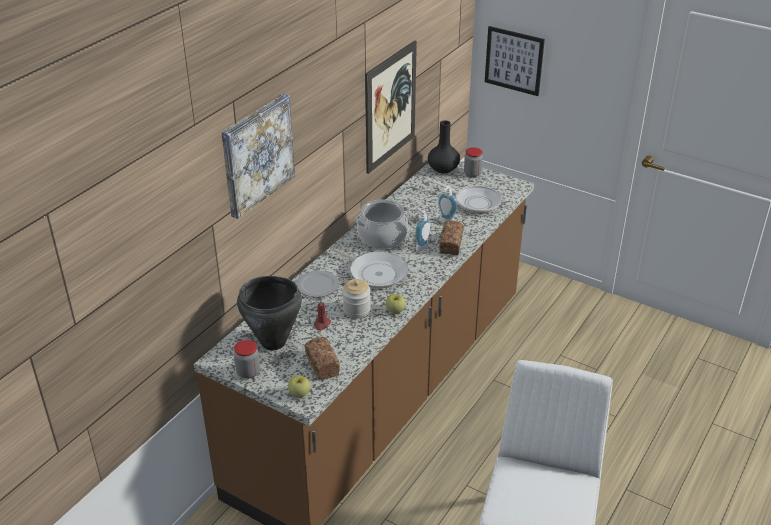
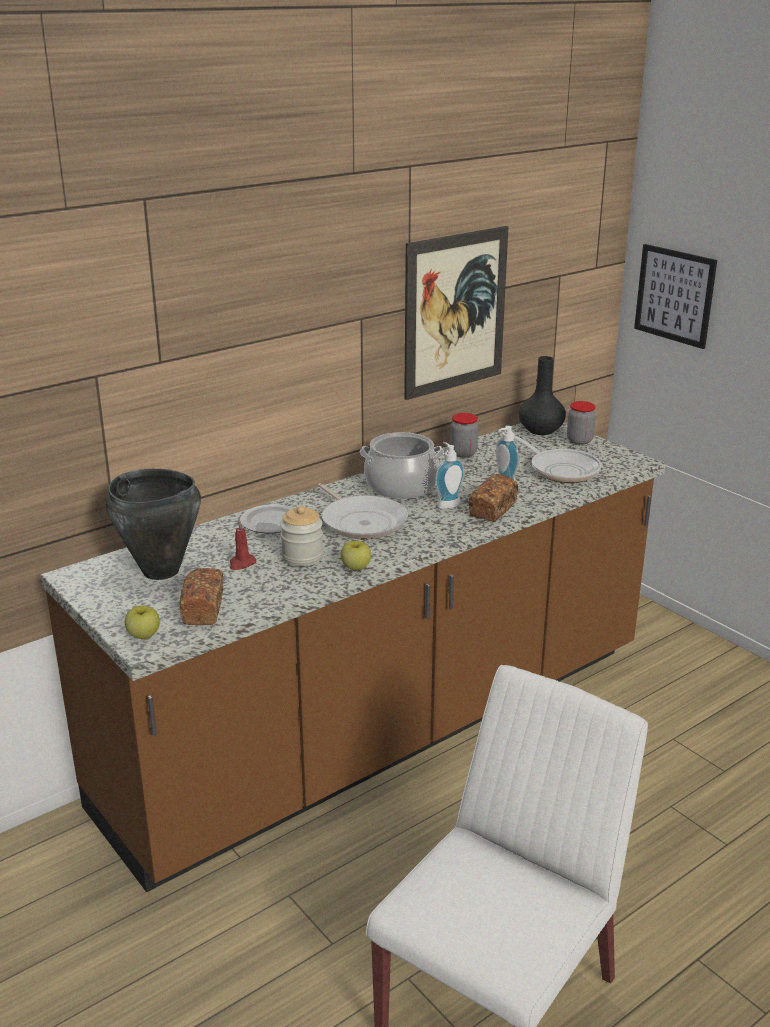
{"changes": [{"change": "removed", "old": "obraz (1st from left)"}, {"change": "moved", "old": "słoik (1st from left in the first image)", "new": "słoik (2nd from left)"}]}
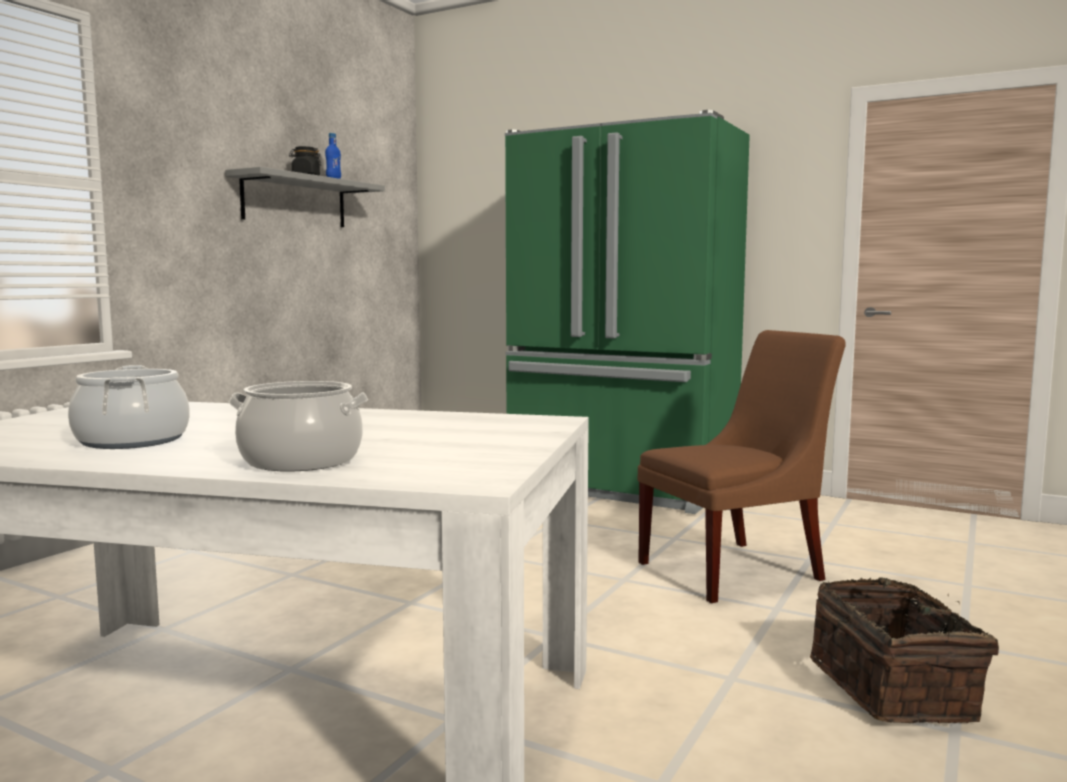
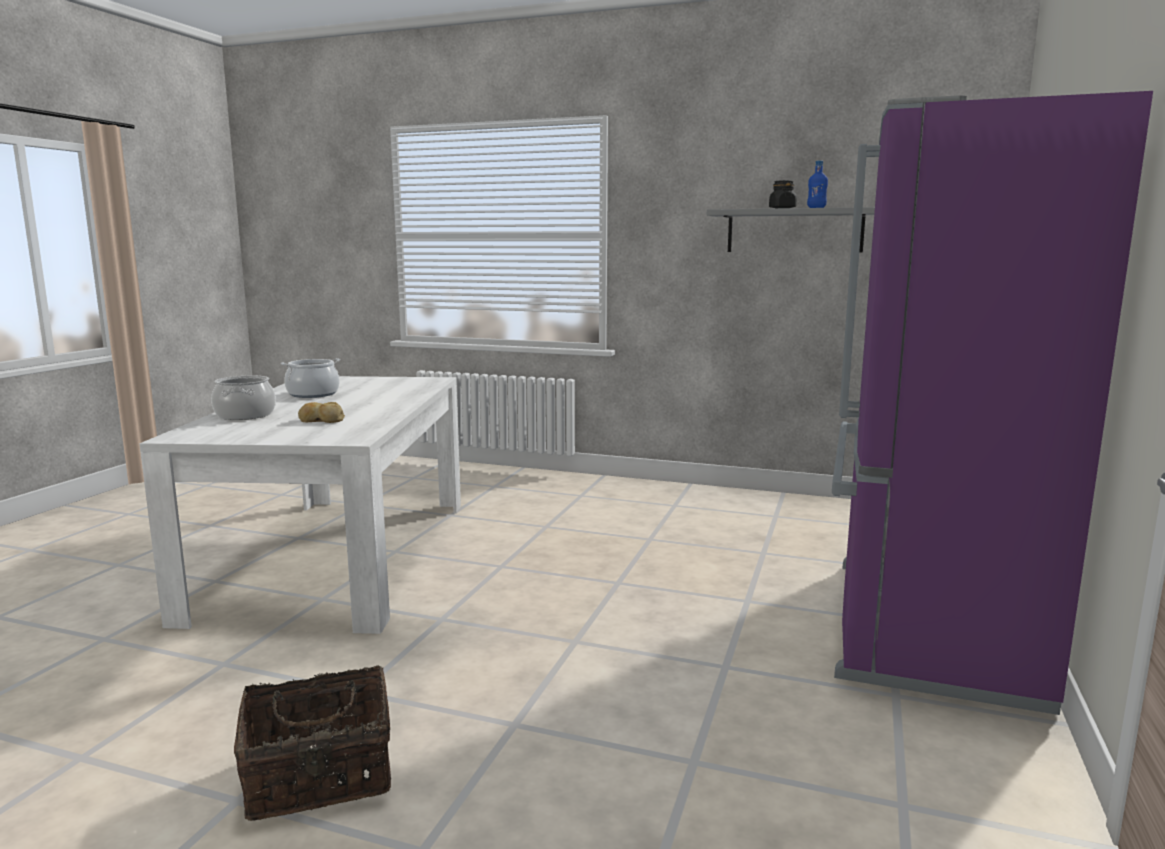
{"changes": [{"change": "recoloured", "old": "lodówka [zielony]", "new": "lodówka [fioletowy]"}, {"change": "removed", "old": "krzesło [brązowy]"}, {"change": "added", "new": "chleb"}]}
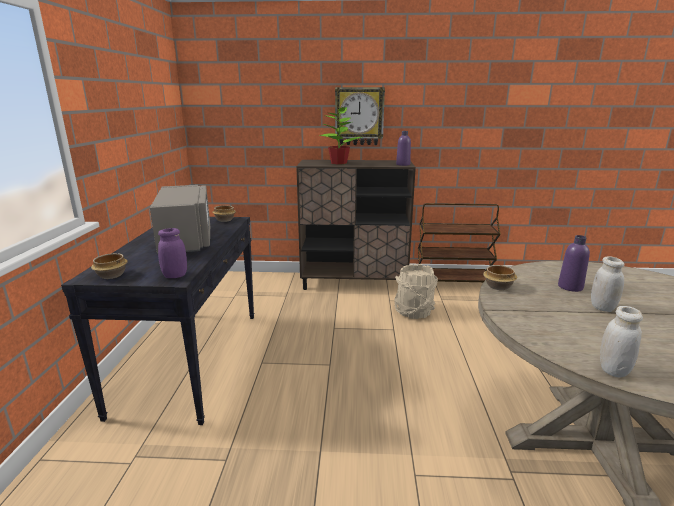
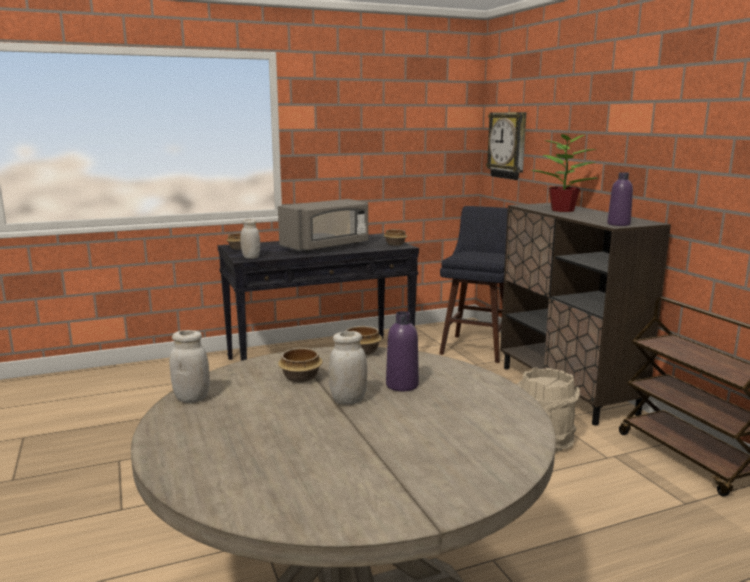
{"changes": [{"change": "moved", "old": "zegar ścienny"}, {"change": "recoloured", "old": "słoik [fioletowy]", "new": "słoik [biały] (2nd from left)"}, {"change": "added", "new": "stołek [niebieski]"}, {"change": "added", "new": "miska (2nd from left)"}]}
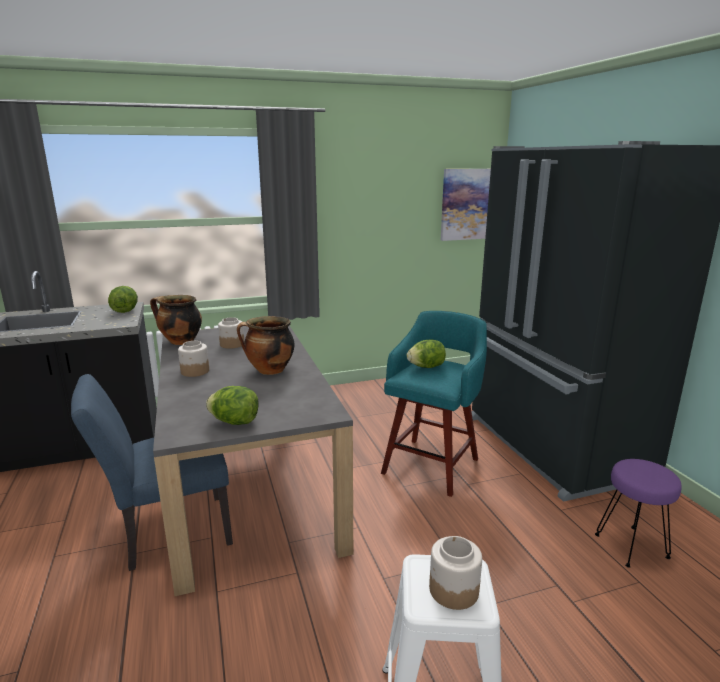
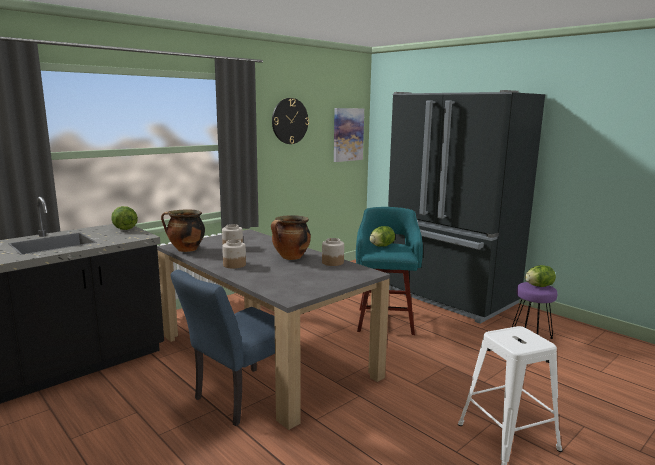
{"changes": [{"change": "moved", "old": "sałata (2nd from left in the first image)", "new": "sałata (3rd from left)"}, {"change": "moved", "old": "słoik (3rd from left)"}, {"change": "added", "new": "zegar ścienny"}]}
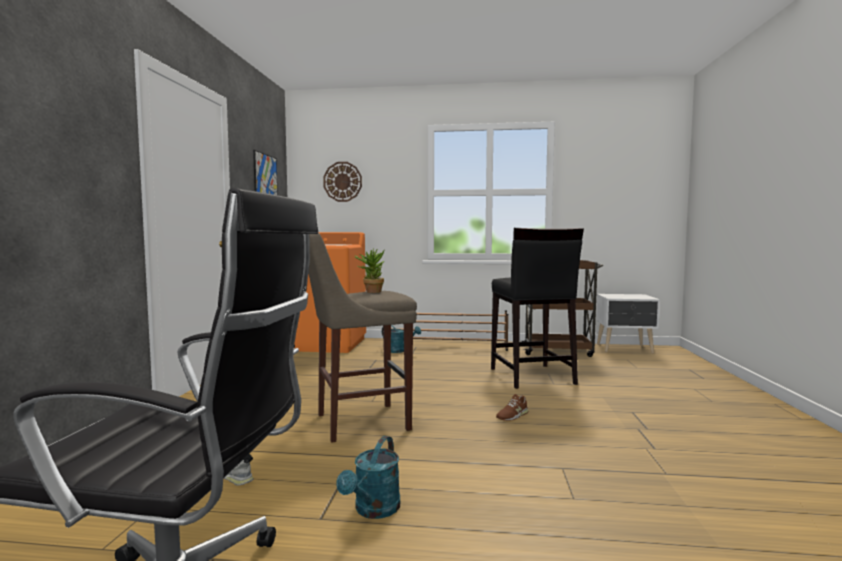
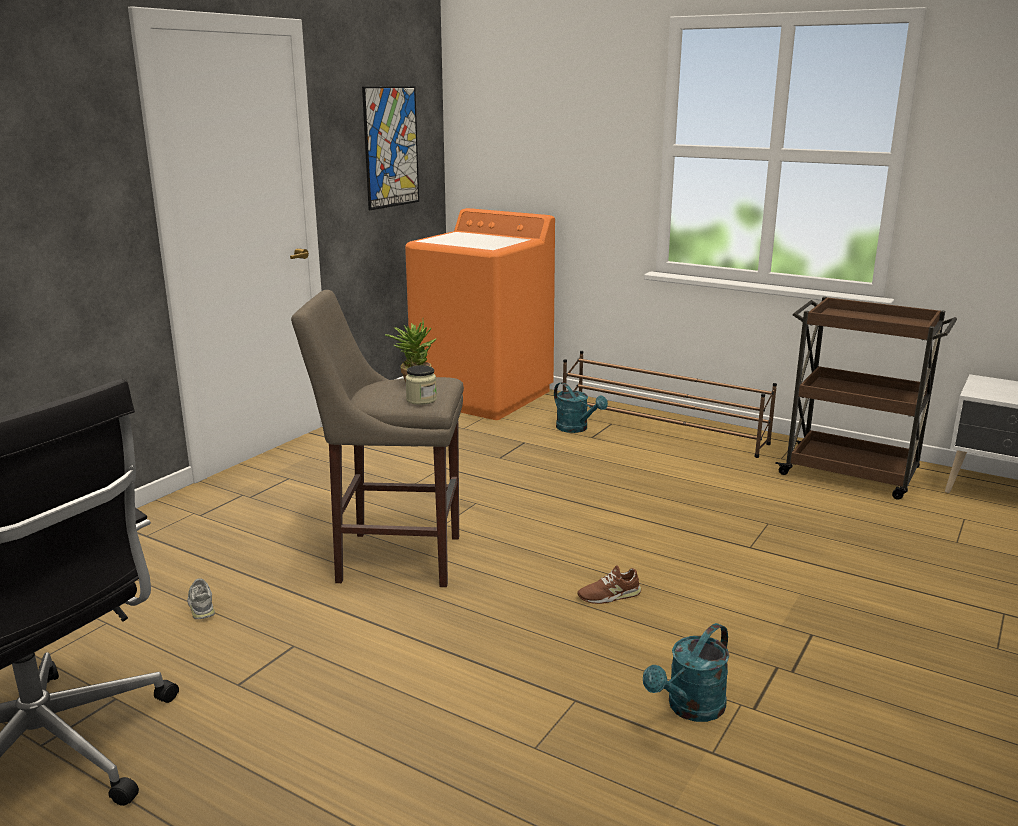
{"changes": [{"change": "removed", "old": "zegar ścienny"}, {"change": "removed", "old": "stołek [czarny]"}, {"change": "moved", "old": "konewka [turkusowy] (1st from left in the first image)", "new": "konewka [turkusowy] (2nd from left)"}, {"change": "added", "new": "słoik"}]}
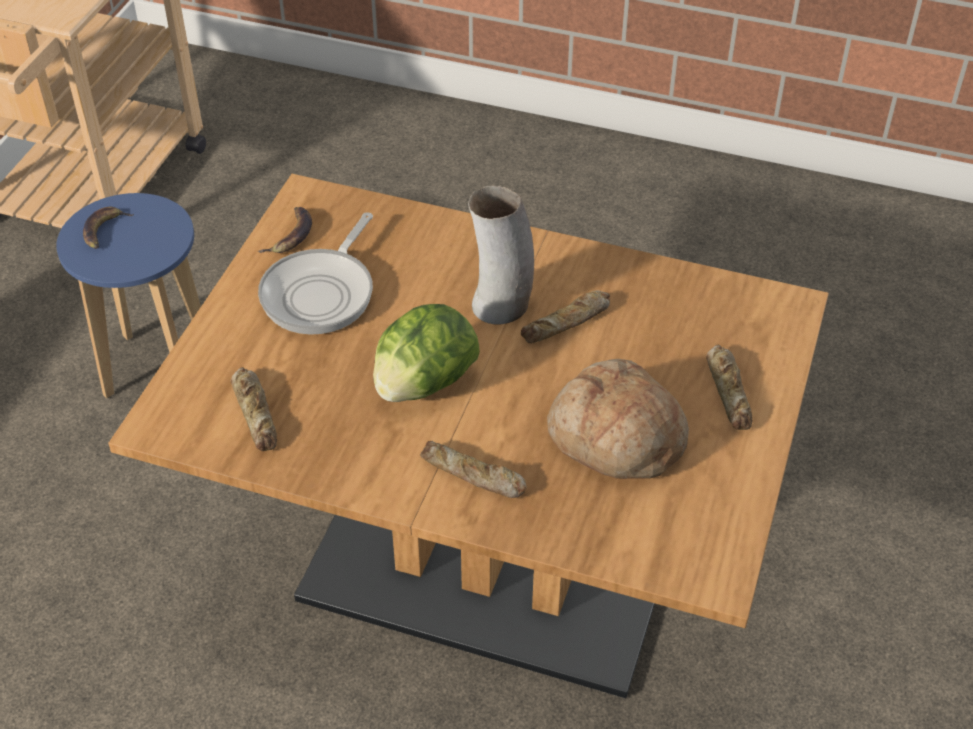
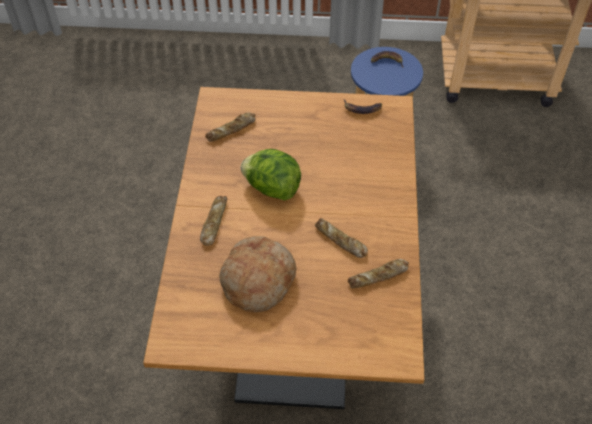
{"changes": [{"change": "removed", "old": "wazon"}, {"change": "removed", "old": "patelnia"}, {"change": "moved", "old": "chleb (5th from left)"}]}
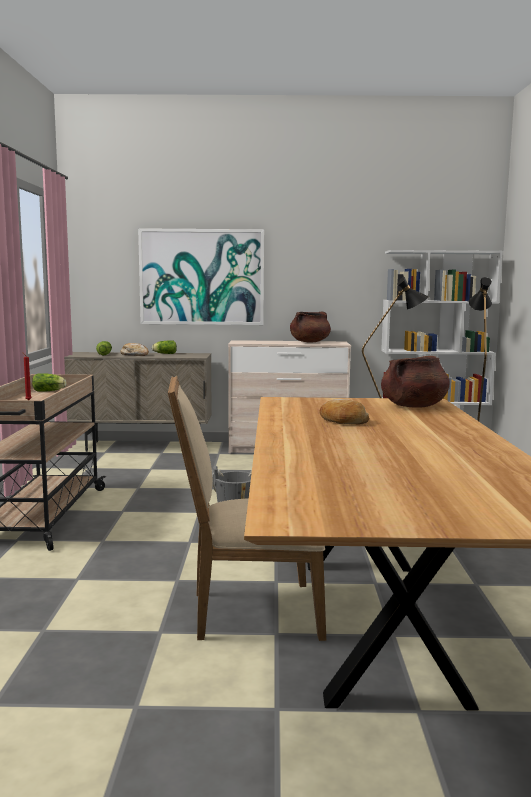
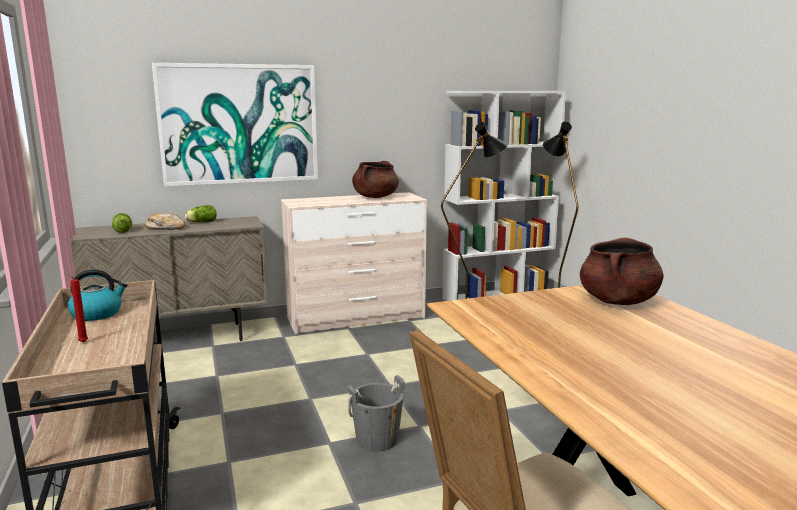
{"changes": [{"change": "replaced", "old": "sałata (1st from left)", "new": "czajnik"}, {"change": "removed", "old": "chleb (2nd from left)"}]}
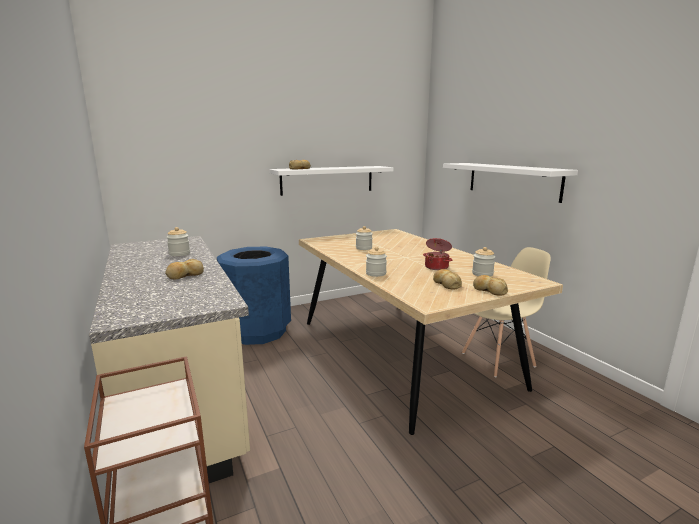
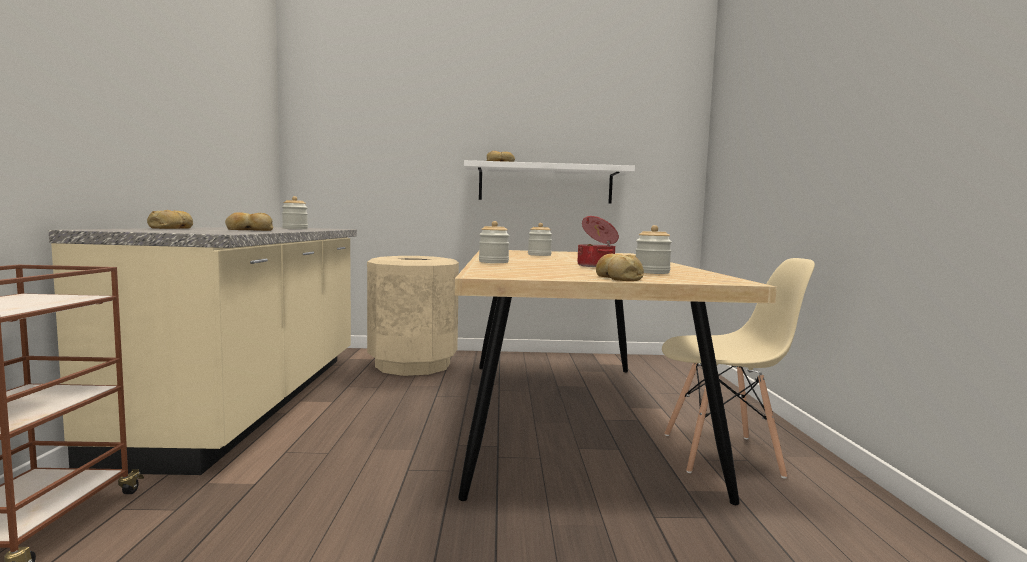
{"changes": [{"change": "removed", "old": "półka [biały] (2nd from left)"}, {"change": "recoloured", "old": "kosz na śmieci [niebieski]", "new": "kosz na śmieci [beżowy]"}, {"change": "moved", "old": "chleb (3rd from left in the first image)", "new": "chleb (1st from left)"}]}
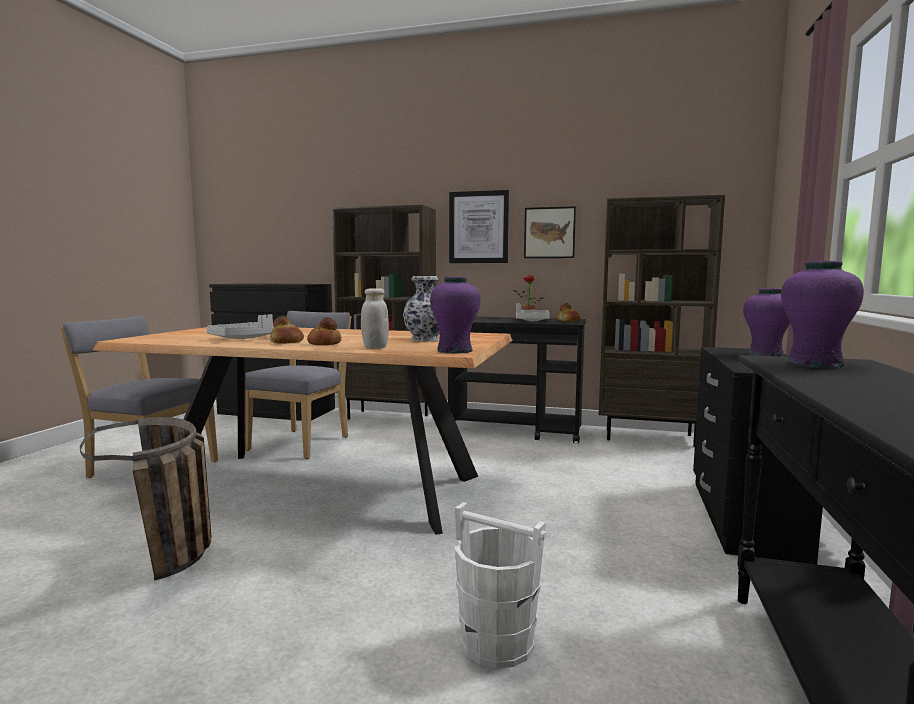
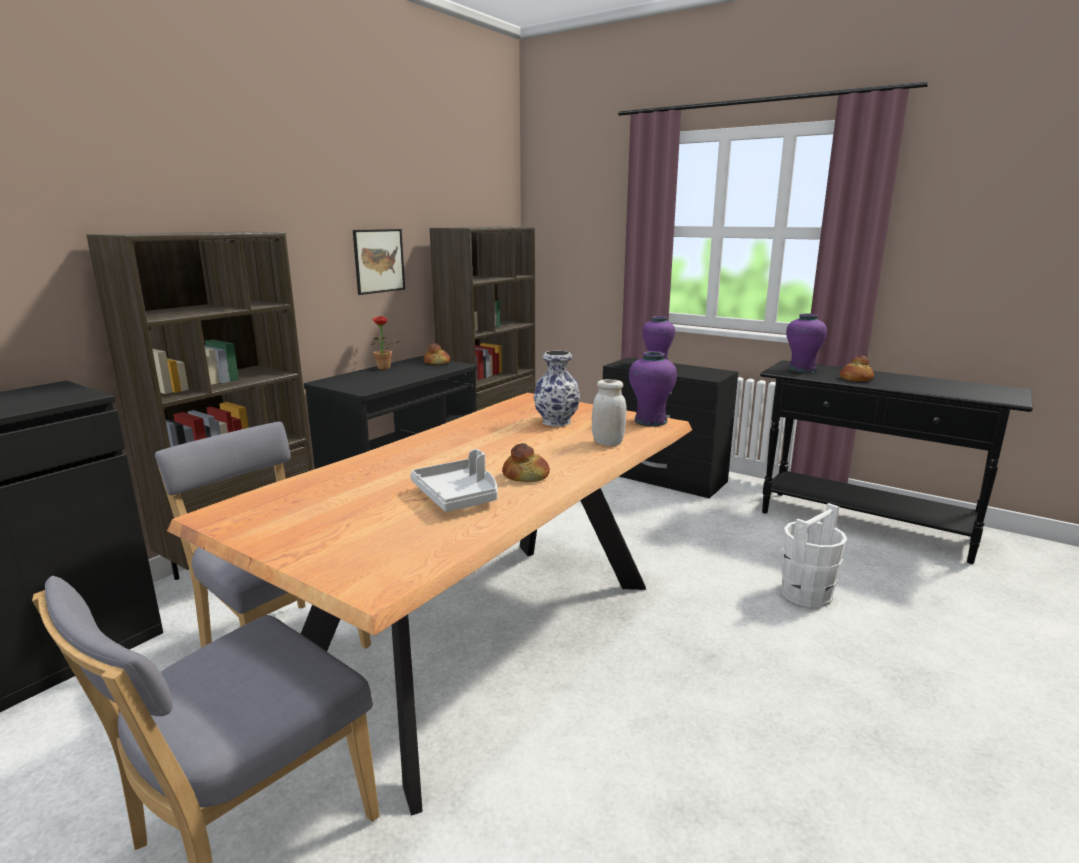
{"changes": [{"change": "removed", "old": "obraz (1st from left)"}, {"change": "removed", "old": "taca [szary] (2nd from left)"}, {"change": "moved", "old": "chleb (2nd from left in the first image)", "new": "chleb (3rd from left)"}, {"change": "removed", "old": "koszyk"}]}
